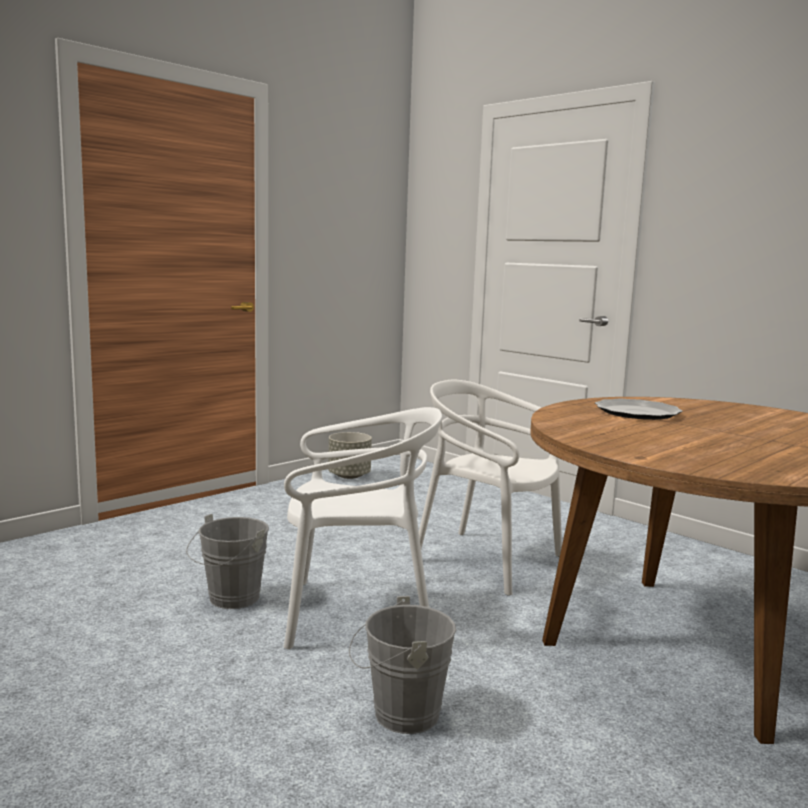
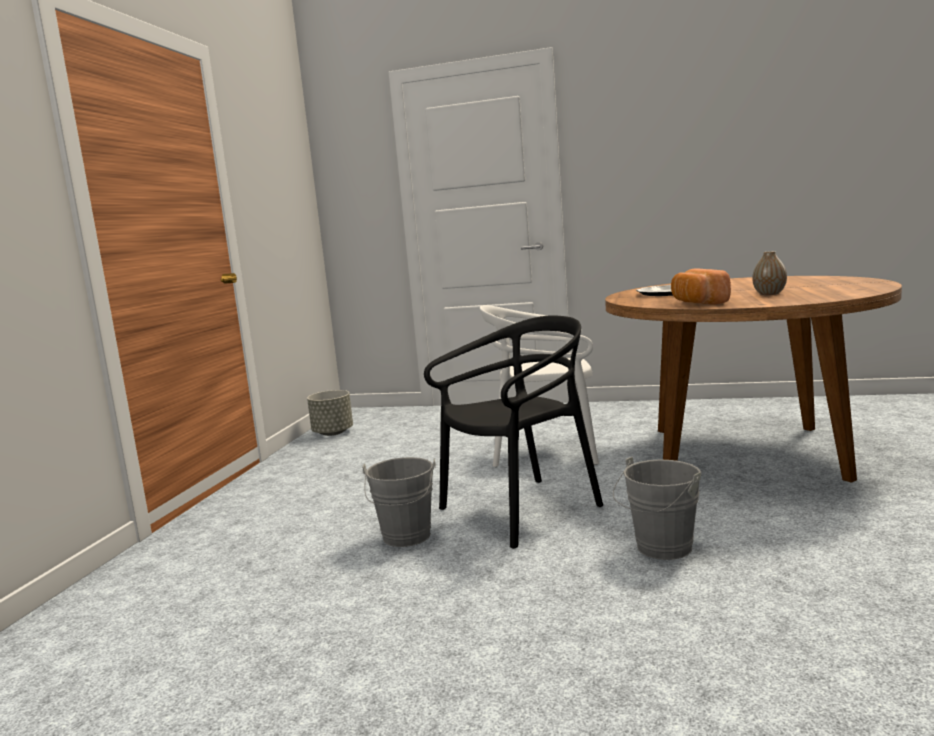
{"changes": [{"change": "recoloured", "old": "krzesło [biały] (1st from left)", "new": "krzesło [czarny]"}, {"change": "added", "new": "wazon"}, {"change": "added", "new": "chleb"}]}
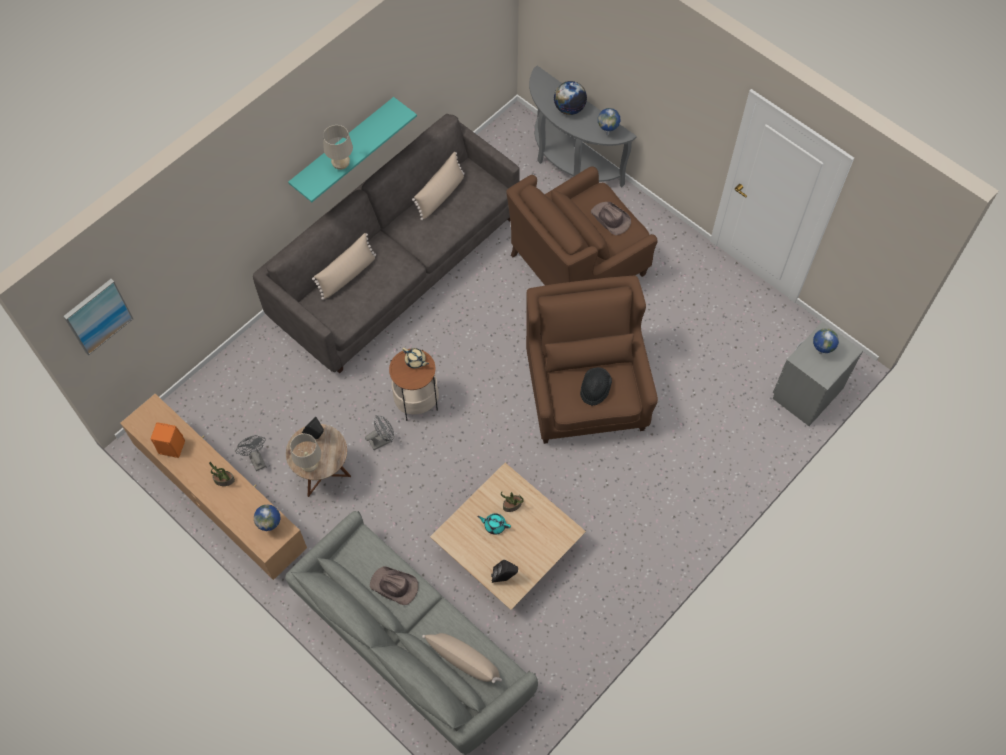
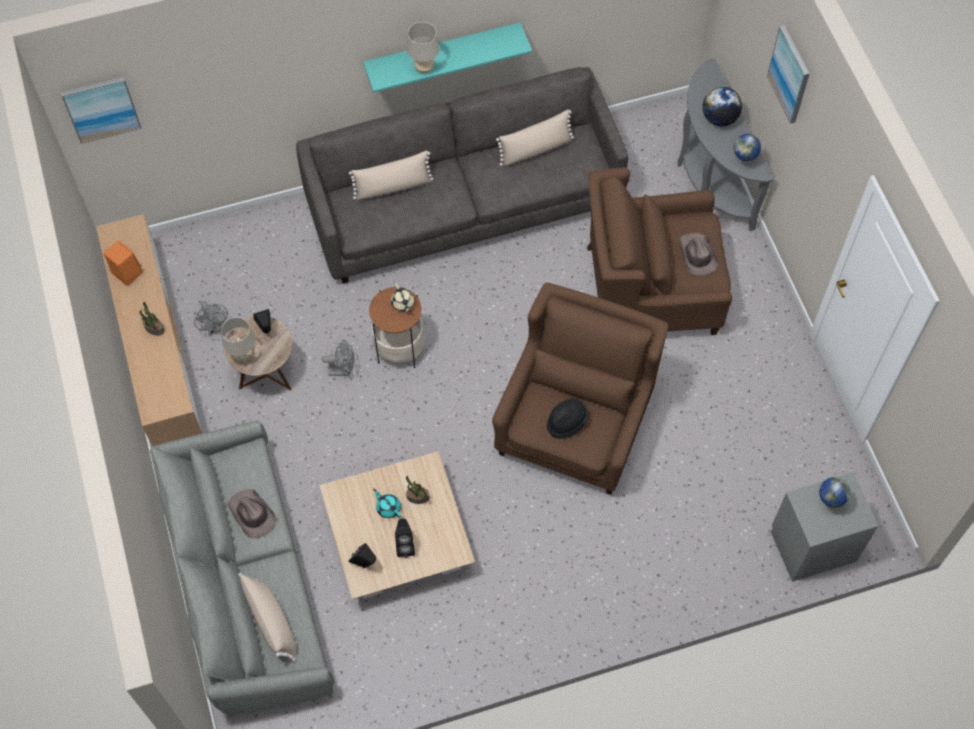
{"changes": [{"change": "turned", "old": "wentylator [szary] (1st from left)", "degrees": 150}, {"change": "removed", "old": "globus (1st from left)"}, {"change": "added", "new": "obraz (2nd from left)"}, {"change": "added", "new": "głośnik [czarny] (3rd from left)"}]}
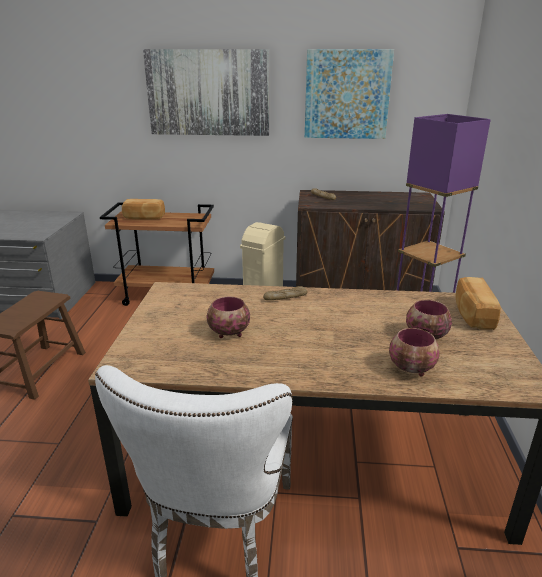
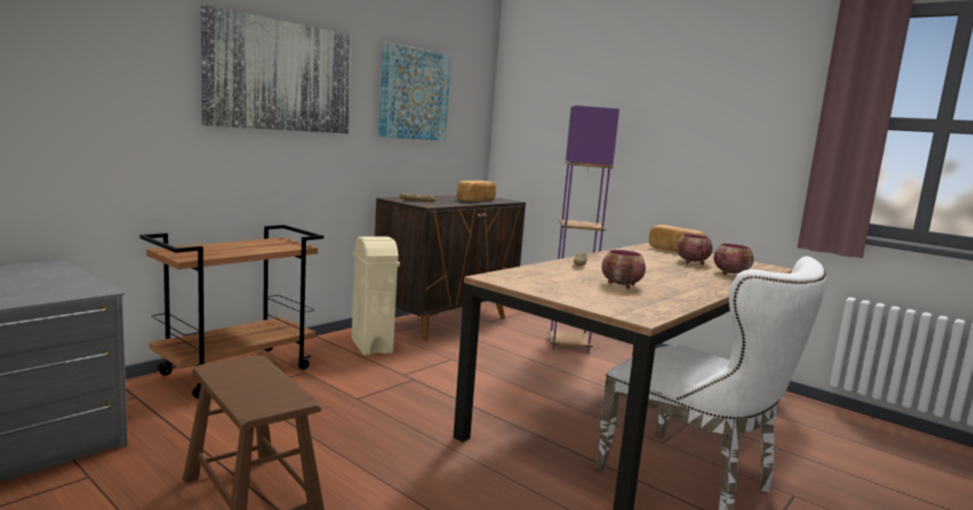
{"changes": [{"change": "moved", "old": "chleb (1st from left in the first image)", "new": "chleb (2nd from left)"}]}
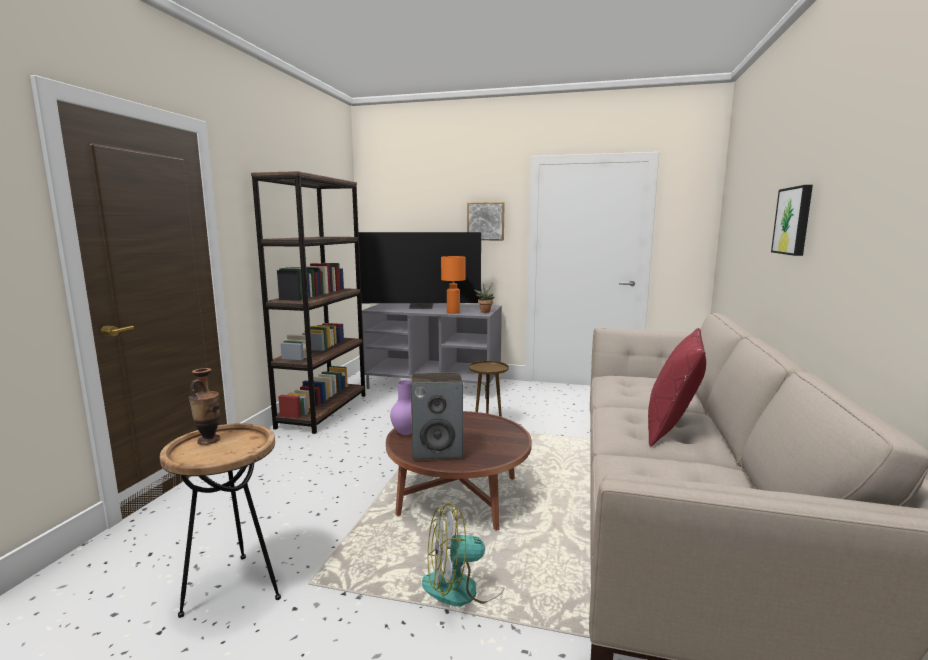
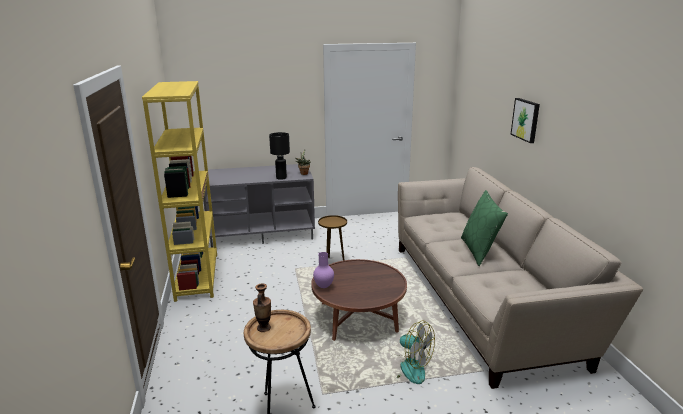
{"changes": [{"change": "recoloured", "old": "regał [brązowy]", "new": "regał [żółty]"}, {"change": "removed", "old": "obraz (1st from left)"}, {"change": "removed", "old": "telewizor"}, {"change": "recoloured", "old": "lampa stołowa [pomarańczowy]", "new": "lampa stołowa [czarny]"}, {"change": "recoloured", "old": "poduszka [czerwony]", "new": "poduszka [zielony]"}, {"change": "removed", "old": "głośnik"}, {"change": "turned", "old": "wentylator", "degrees": -105}]}
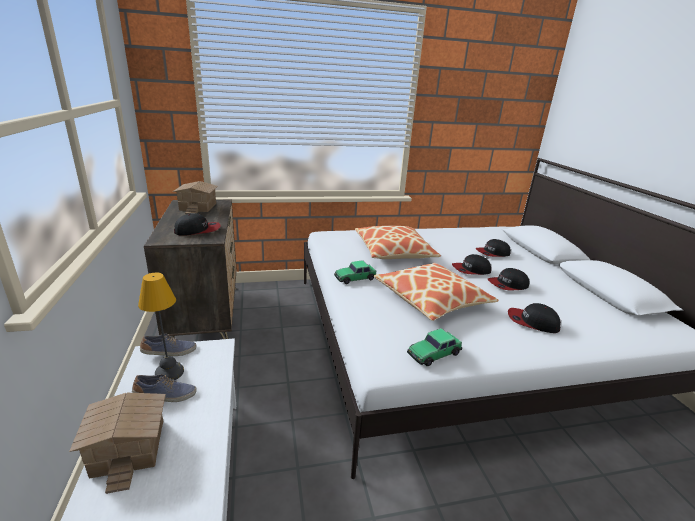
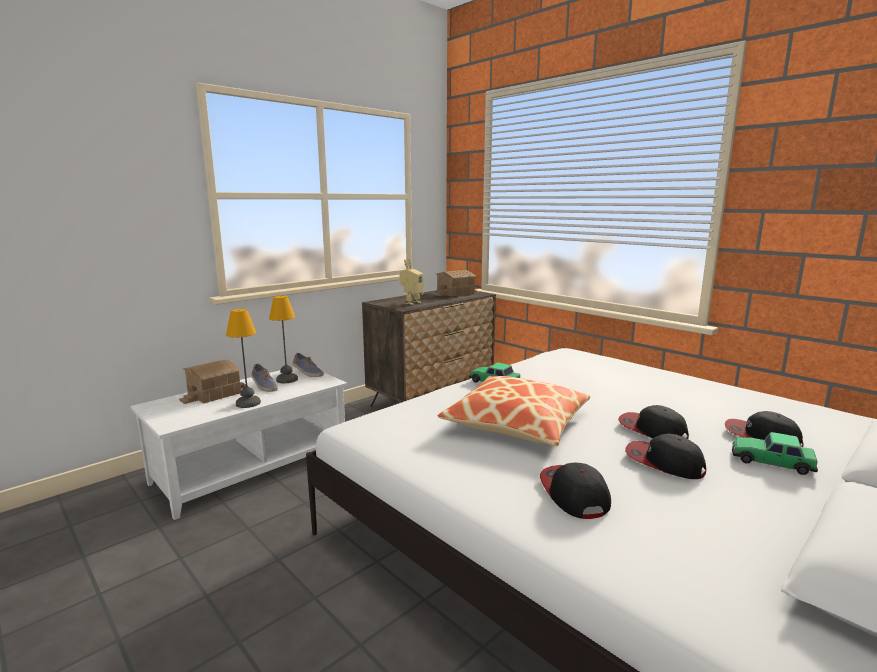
{"changes": [{"change": "replaced", "old": "czapka z daszkiem (1st from left)", "new": "robot zabawkowy"}, {"change": "removed", "old": "poduszka (1st from left)"}, {"change": "moved", "old": "samochodzik (2nd from left)"}, {"change": "added", "new": "lampa stołowa (1st from left)"}]}
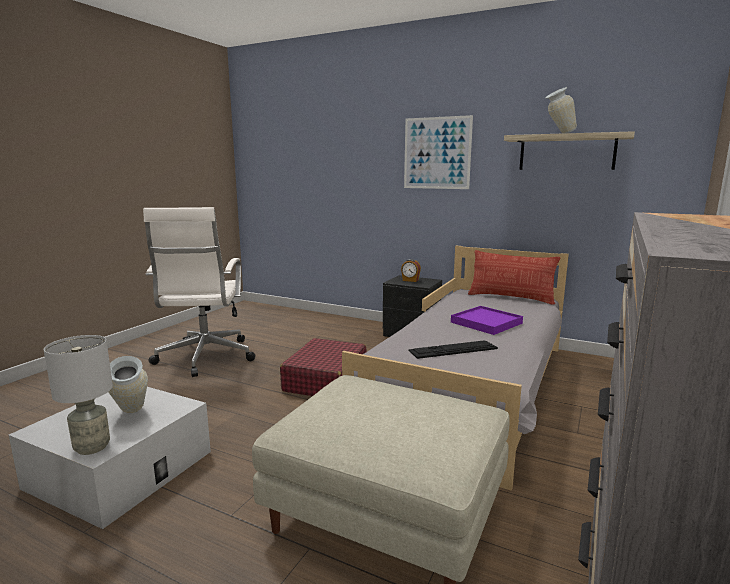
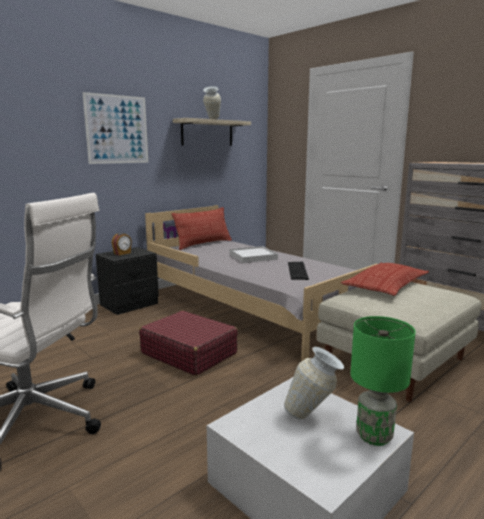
{"changes": [{"change": "recoloured", "old": "taca [fioletowy]", "new": "taca [biały]"}, {"change": "recoloured", "old": "lampa stołowa [szary]", "new": "lampa stołowa [zielony]"}, {"change": "added", "new": "poduszka (2nd from left)"}]}
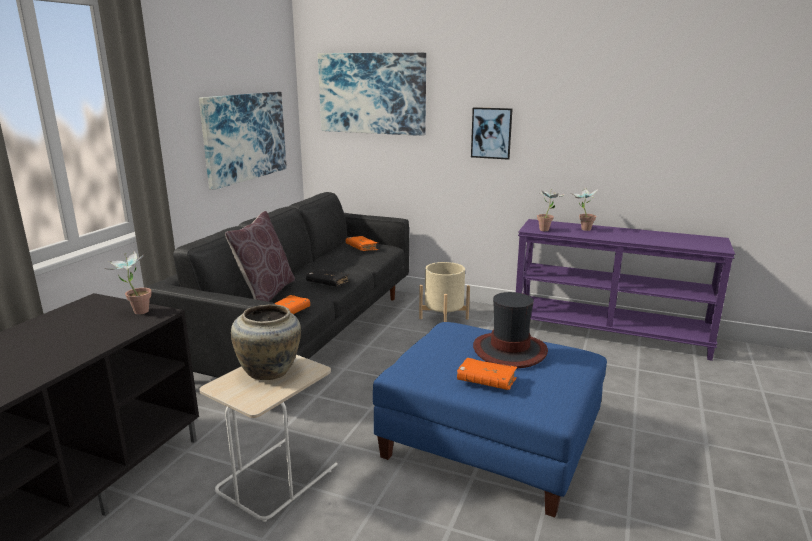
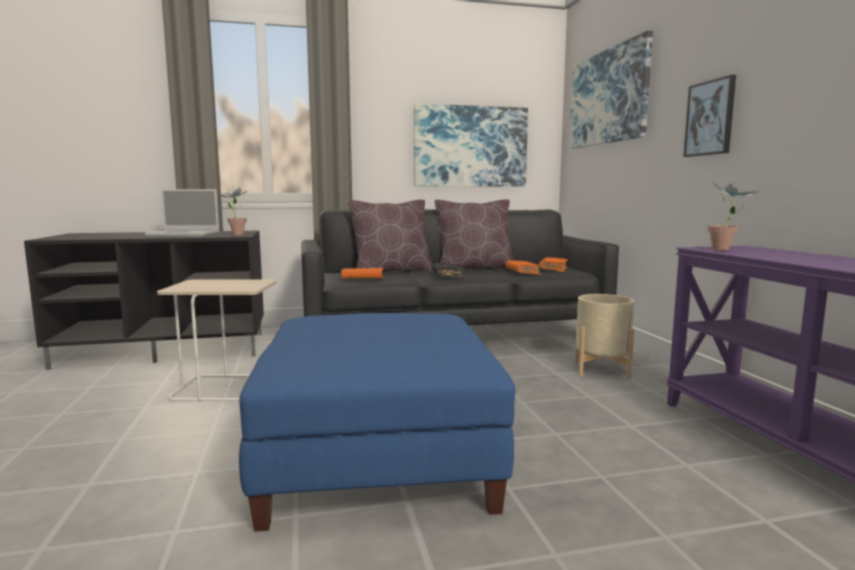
{"changes": [{"change": "removed", "old": "roślina doniczkowa (3rd from left)"}, {"change": "removed", "old": "kapelusz"}, {"change": "removed", "old": "wazon [beżowy]"}, {"change": "moved", "old": "książka [pomarańczowy] (3rd from left in the first image)", "new": "książka [pomarańczowy] (2nd from left)"}, {"change": "added", "new": "laptop"}, {"change": "added", "new": "poduszka [brązowy] (2nd from left)"}]}
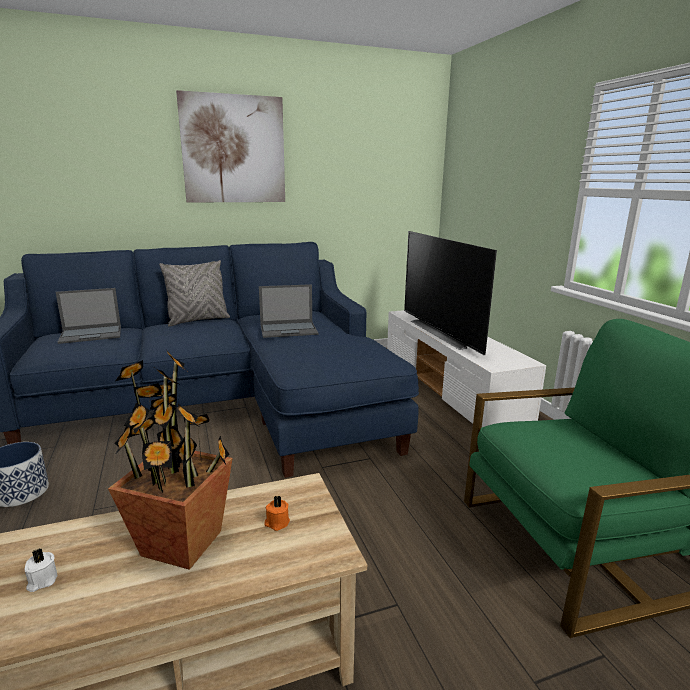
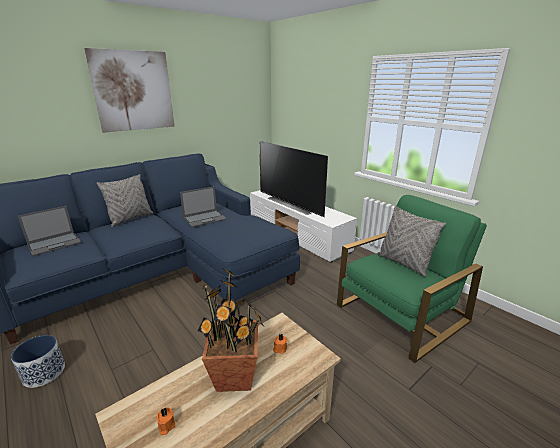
{"changes": [{"change": "recoloured", "old": "świeca [biały]", "new": "świeca [pomarańczowy] (1st from left)"}, {"change": "added", "new": "poduszka [szary] (2nd from left)"}]}
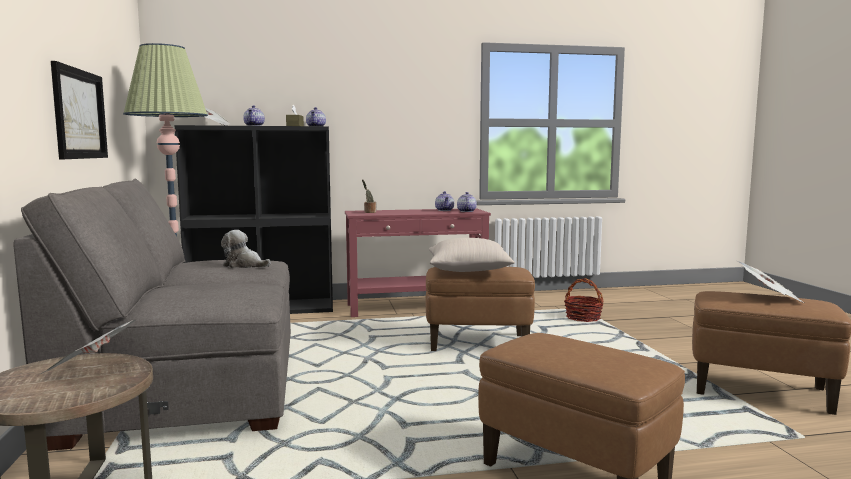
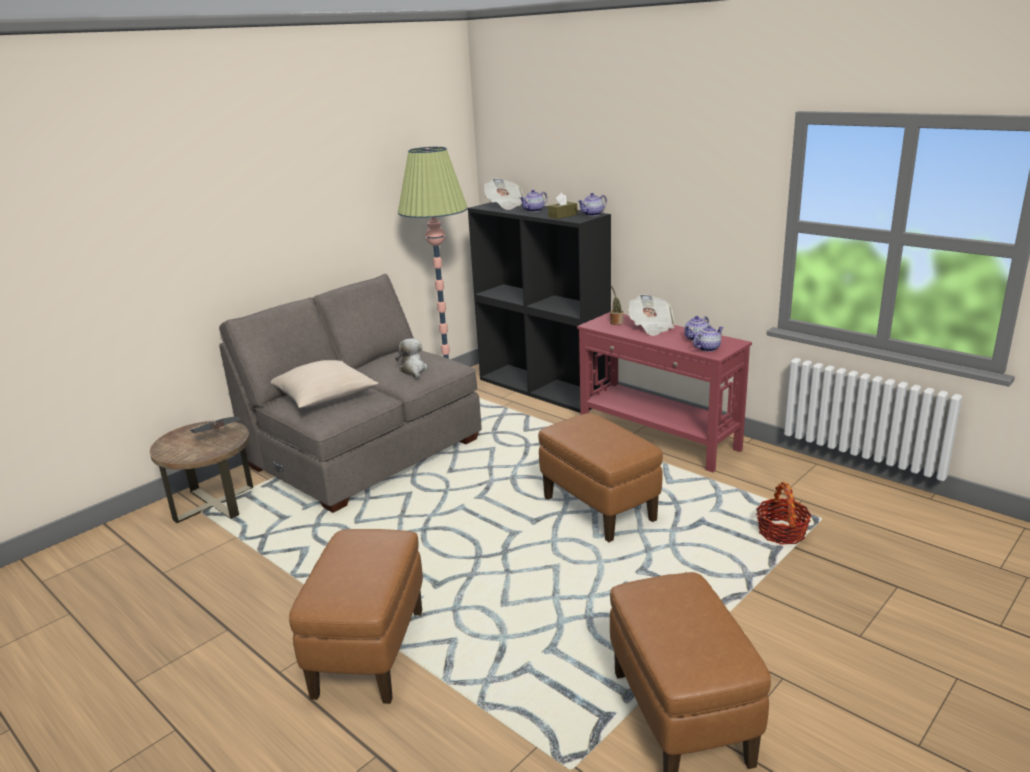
{"changes": [{"change": "removed", "old": "obraz"}, {"change": "moved", "old": "poduszka [beżowy]"}, {"change": "moved", "old": "gazeta (3rd from left)"}]}
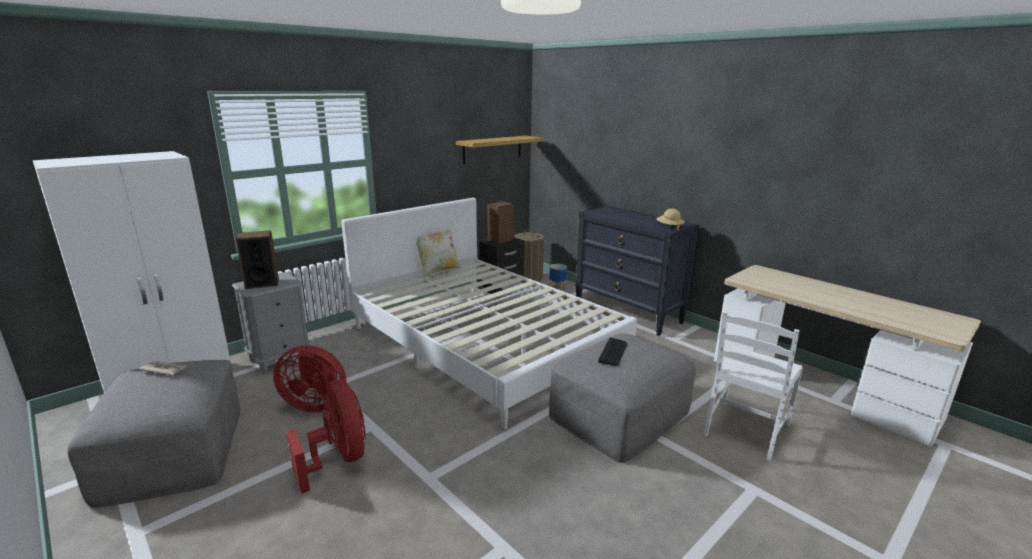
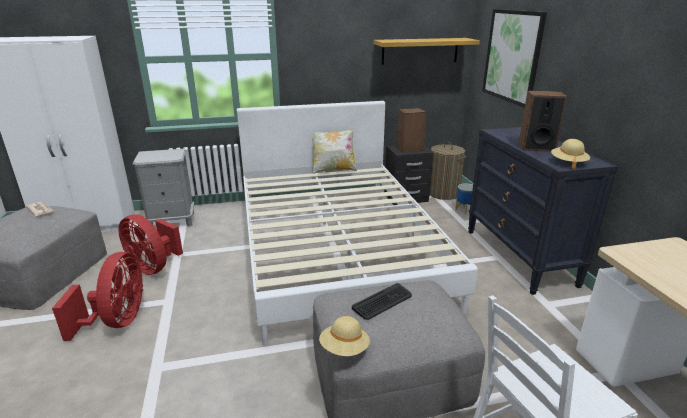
{"changes": [{"change": "moved", "old": "głośnik (1st from left in the first image)", "new": "głośnik (2nd from left)"}, {"change": "added", "new": "obraz"}, {"change": "added", "new": "kapelusz [beżowy] (1st from left)"}]}
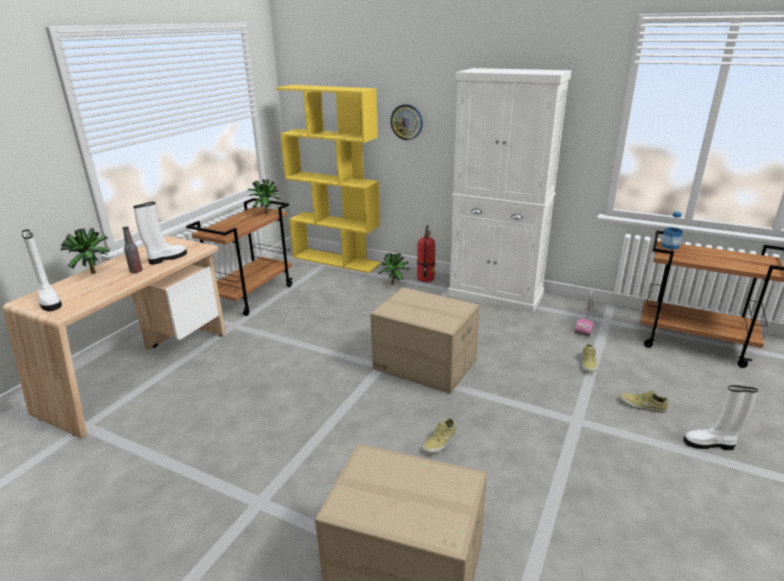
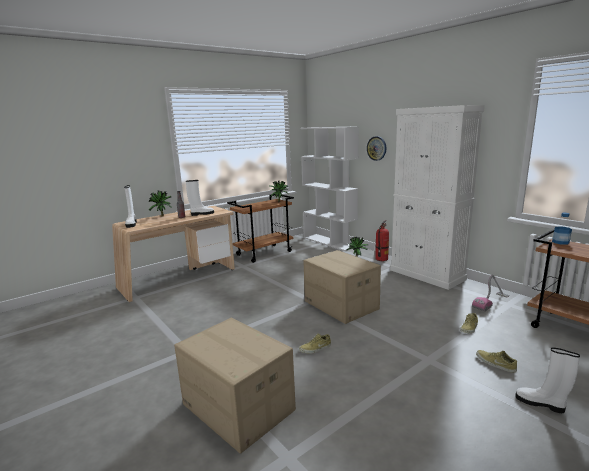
{"changes": [{"change": "recoloured", "old": "regał [żółty]", "new": "regał [biały]"}]}
